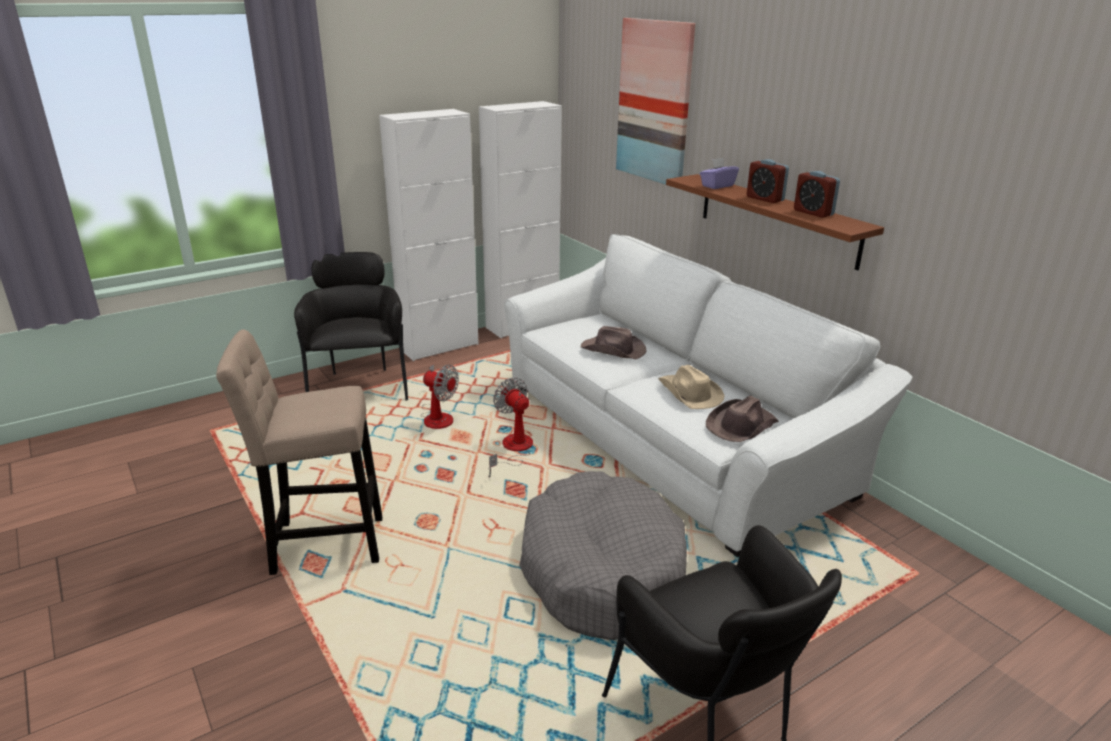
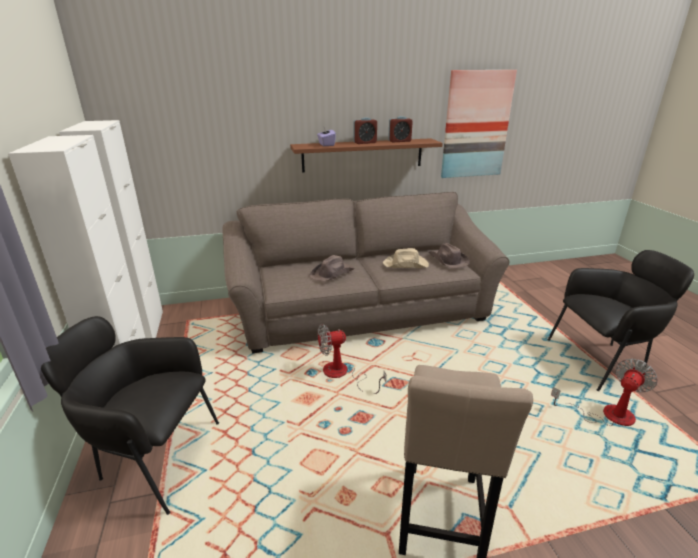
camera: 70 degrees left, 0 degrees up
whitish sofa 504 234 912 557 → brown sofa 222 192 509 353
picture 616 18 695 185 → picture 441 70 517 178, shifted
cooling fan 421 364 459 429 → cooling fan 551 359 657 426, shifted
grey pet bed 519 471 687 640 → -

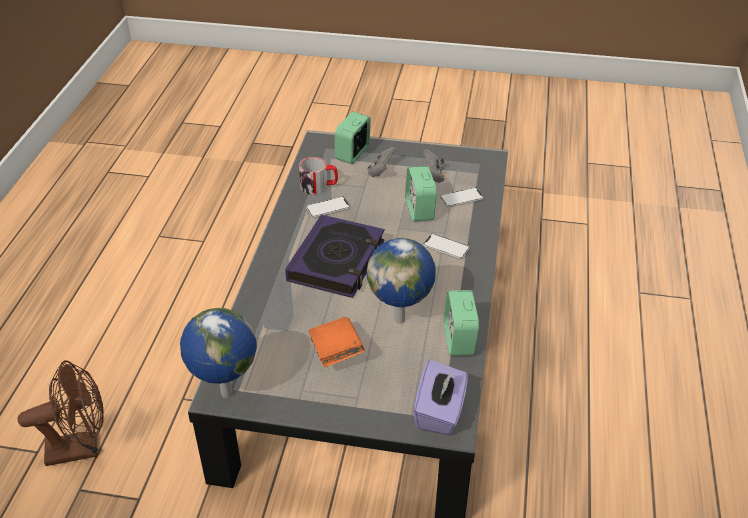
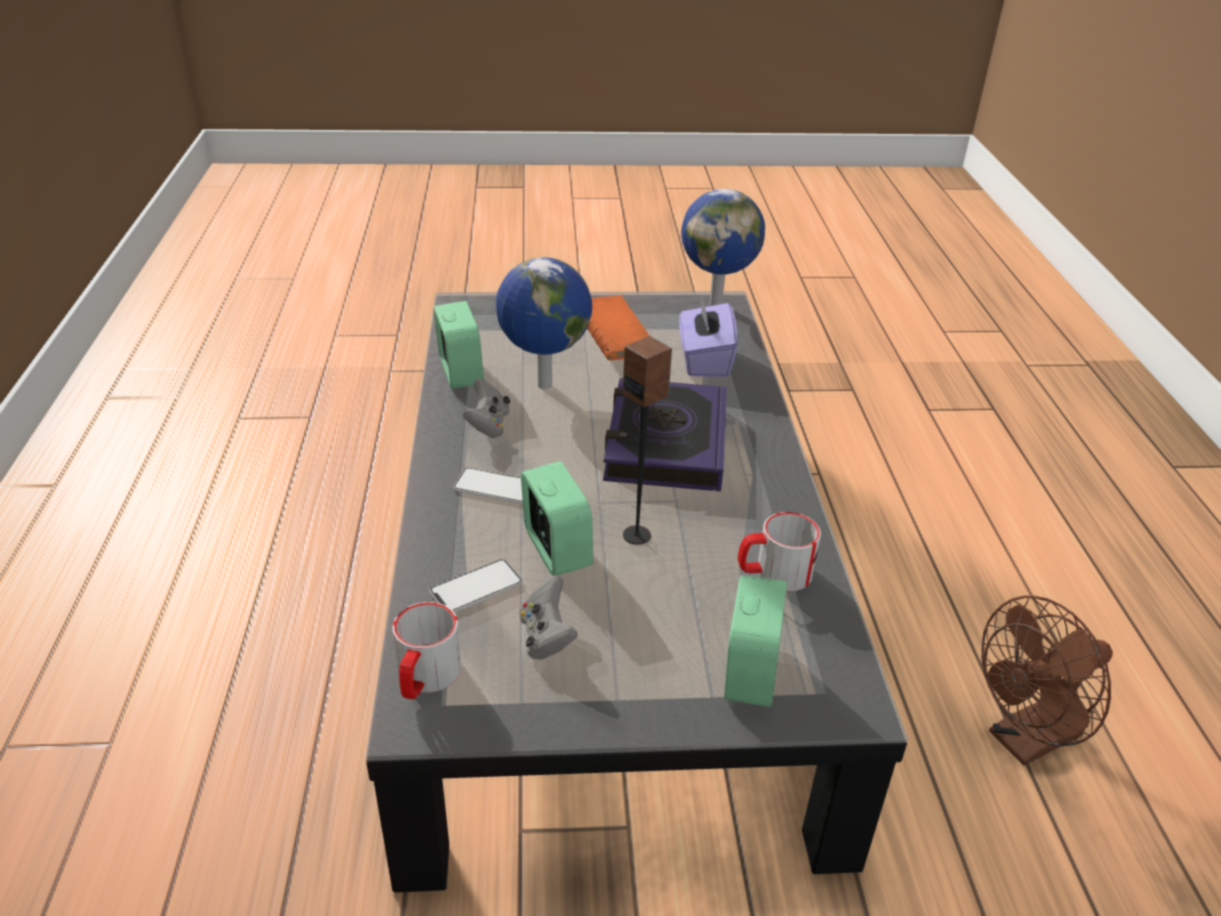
camera: 165 degrees right, 5 degrees down
- → tea mug 392 602 462 699
grey joypad 368 147 396 177 → grey joypad 463 378 510 438, shifted
- → audio speaker 623 336 672 545
purplish tissue box 413 360 468 435 → purplish tissue box 679 295 738 377, shifted
brown cooling fan 17 360 104 466 → brown cooling fan 981 596 1113 766, shifted
handset 306 196 350 218 → -

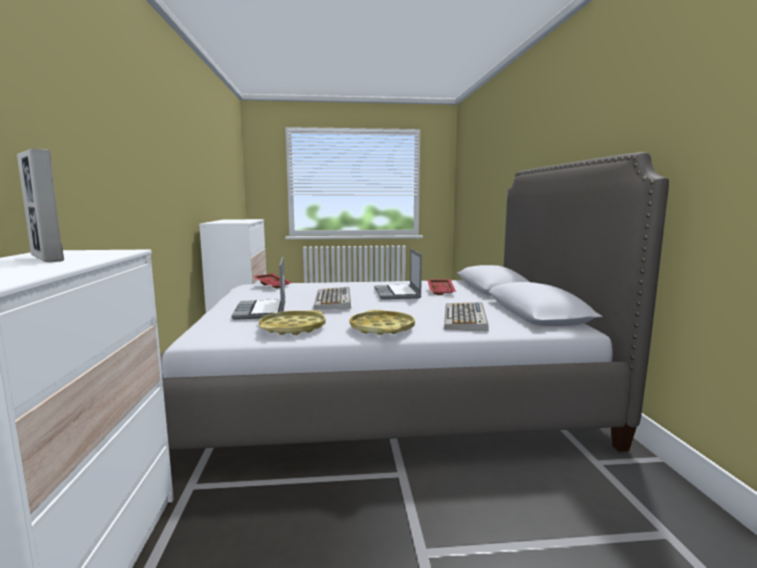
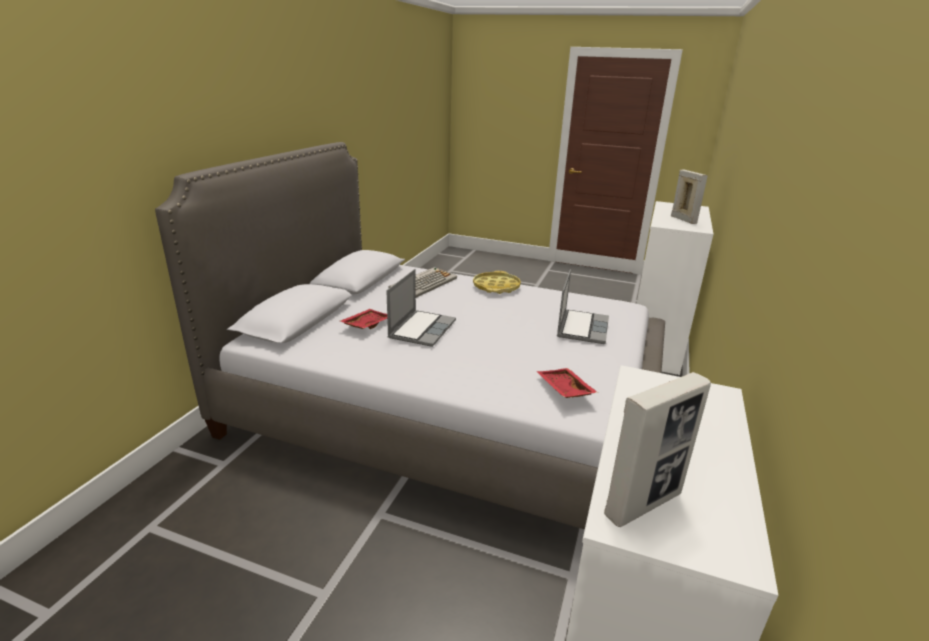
camera: 155 degrees left, 15 degrees up
- → standing frame 604 372 711 527
yellowish serving tray 259 310 326 335 → -
keyboard 314 287 351 309 → -

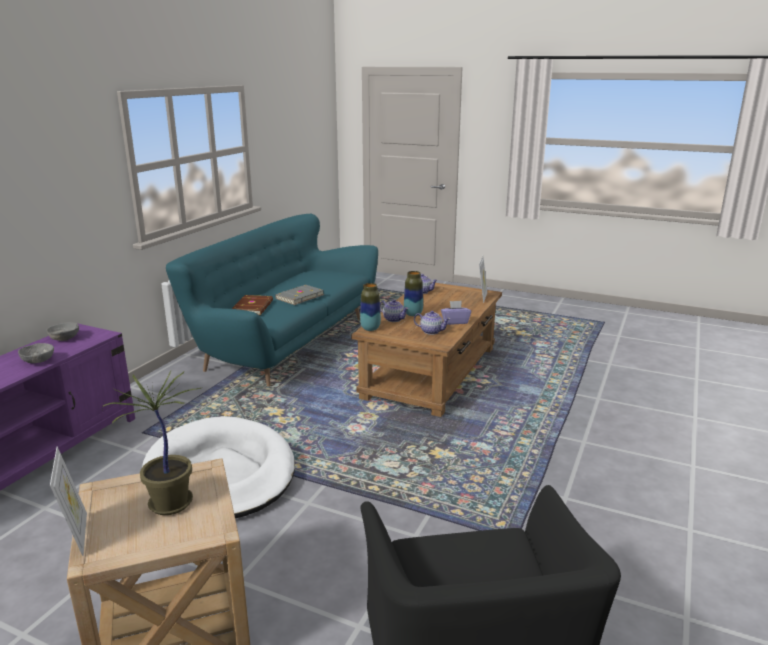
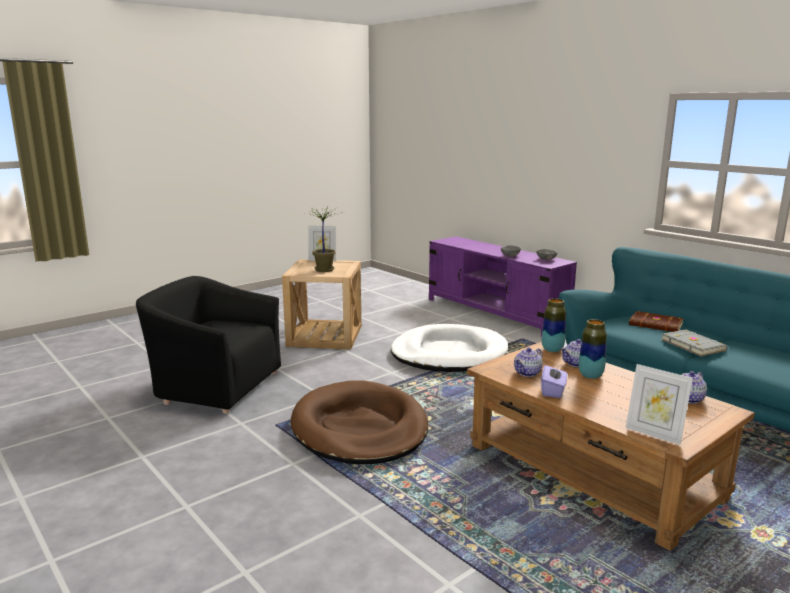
camera: 115 degrees right, 5 degrees down
- → brown pet bed 291 381 428 464

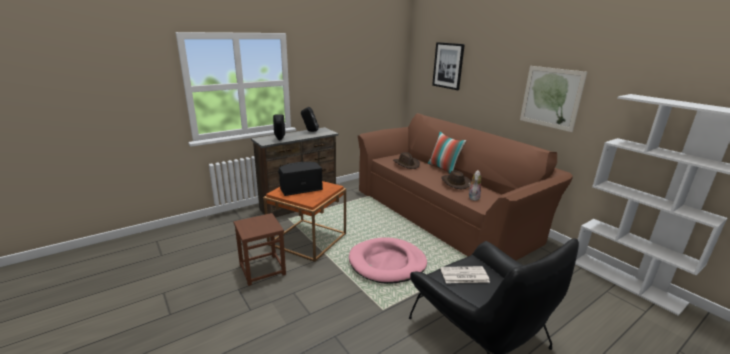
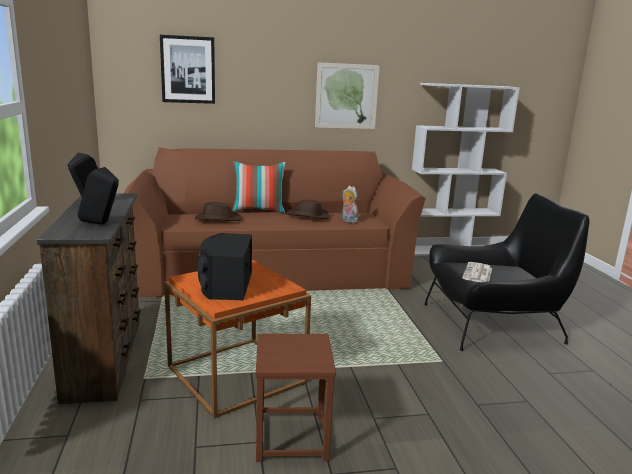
camera: 65 degrees left, 5 degrees down
pink pet bed 349 237 427 284 → -

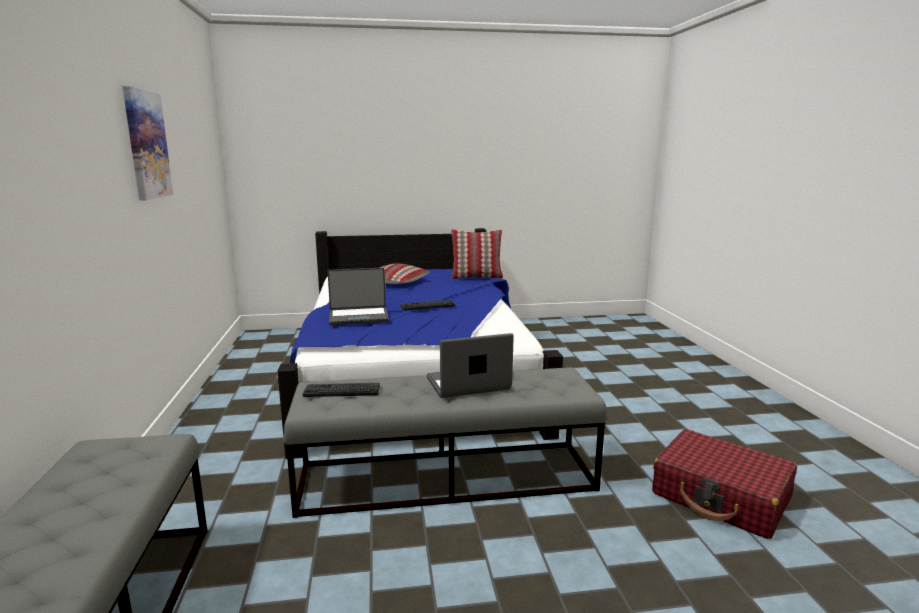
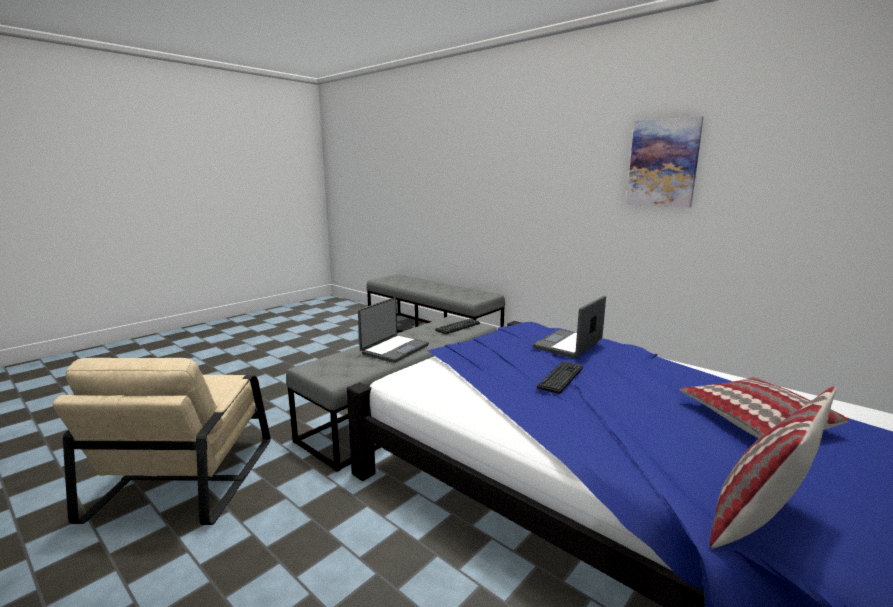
camera: 140 degrees right, 0 degrees up
red suitcase 652 429 797 539 → beige armchair 53 358 271 525

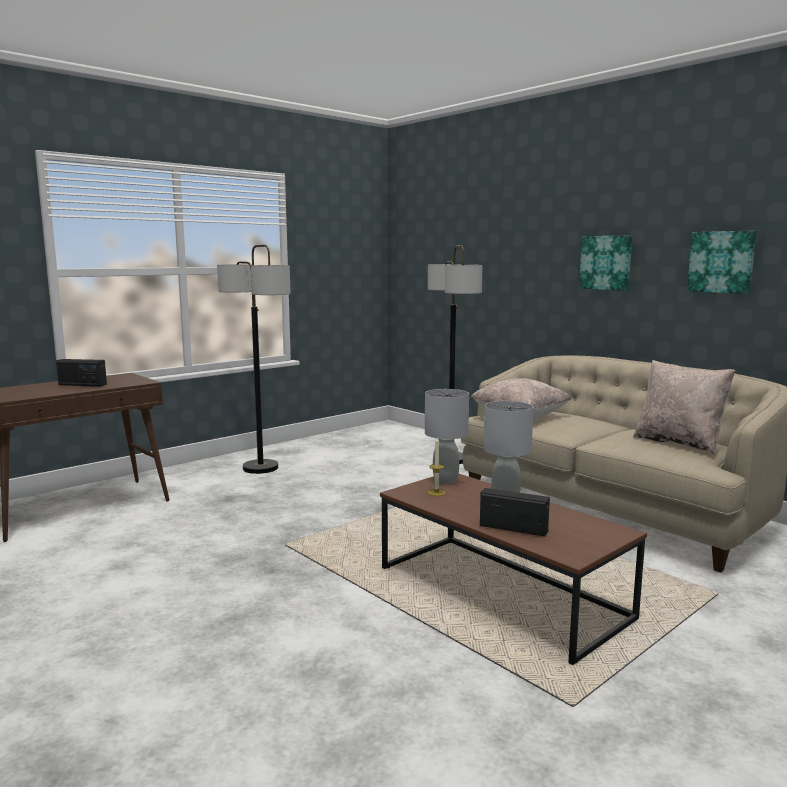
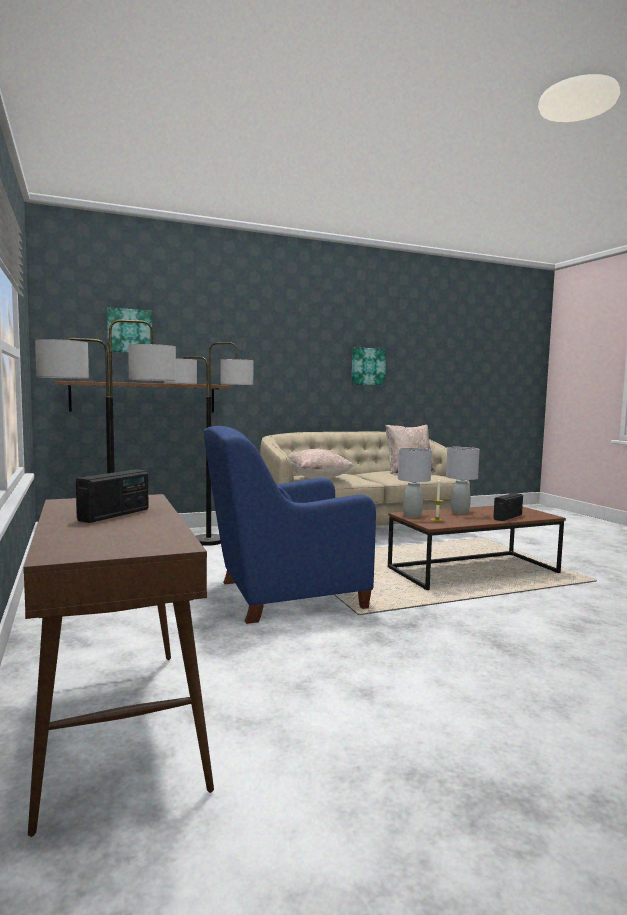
camera: 70 degrees left, 5 degrees down
- → brown wall shelf 54 381 230 413
picture 579 235 632 291 → picture 107 307 152 353, shifted
- → bluish armchair 203 426 376 624

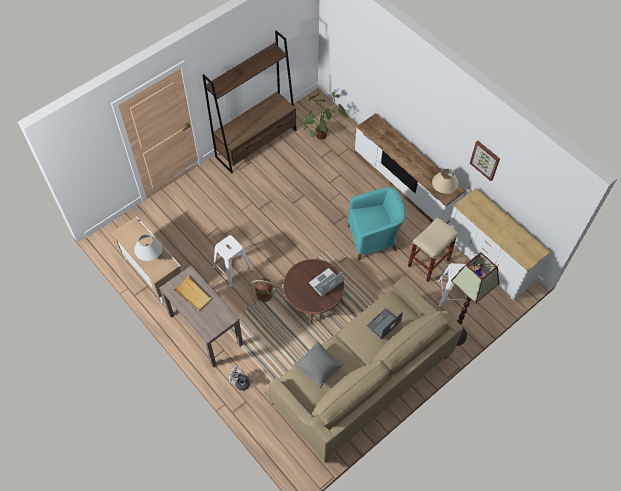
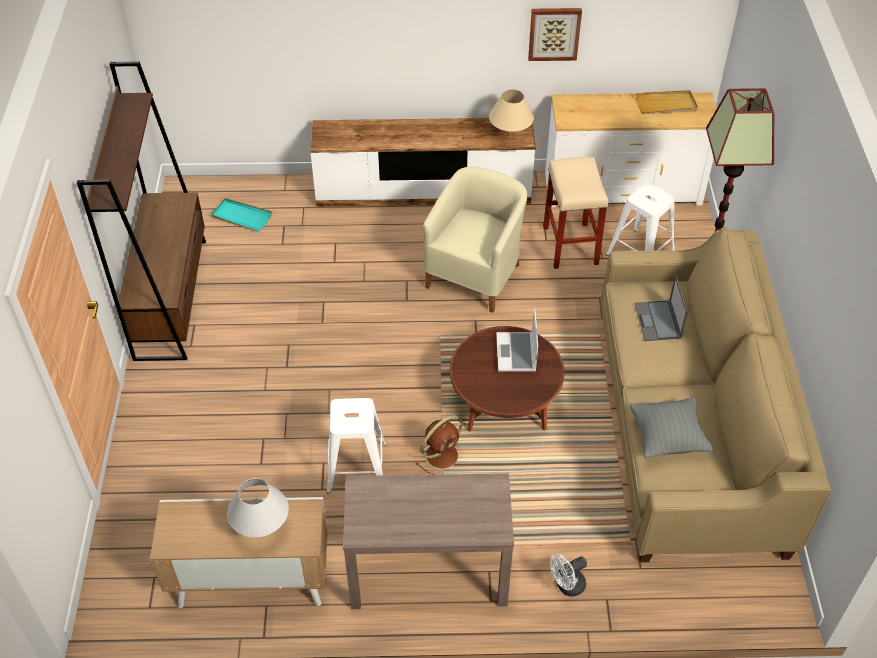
camera: 50 degrees left, 10 degrees down
houseplant 302 92 347 140 → turquoise-coloured serving tray 211 198 272 232
turquoise-coloured armchair 348 187 406 260 → beige armchair 423 166 528 313
beige serving tray 173 276 212 311 → beige serving tray 635 90 698 114, shifted

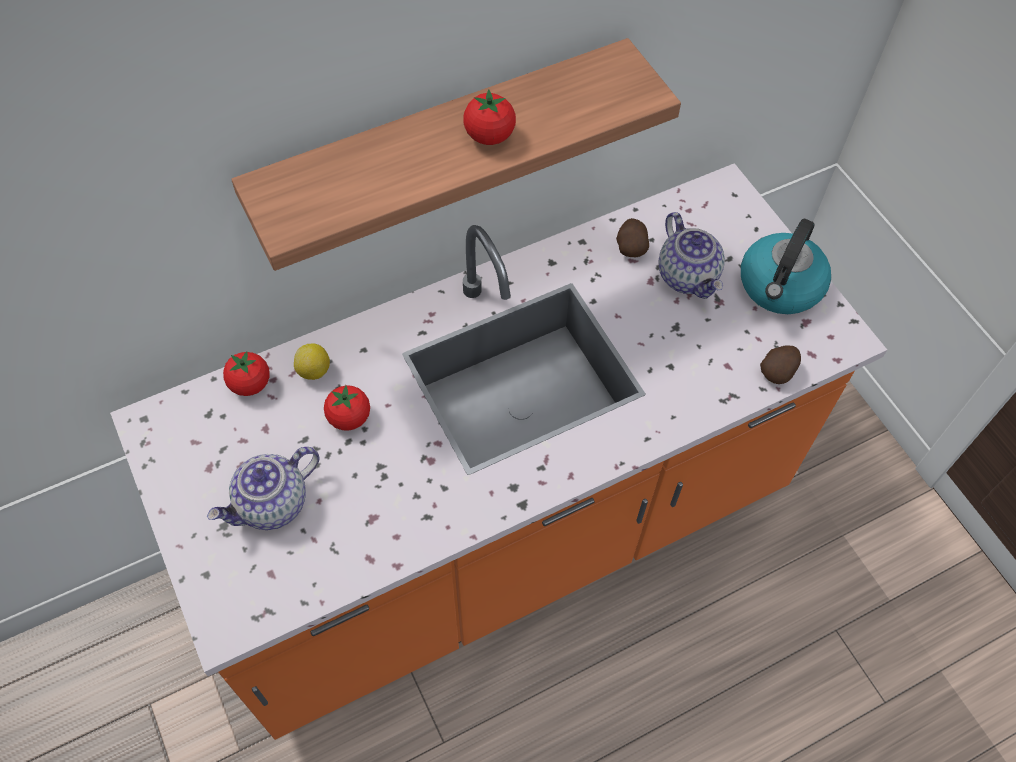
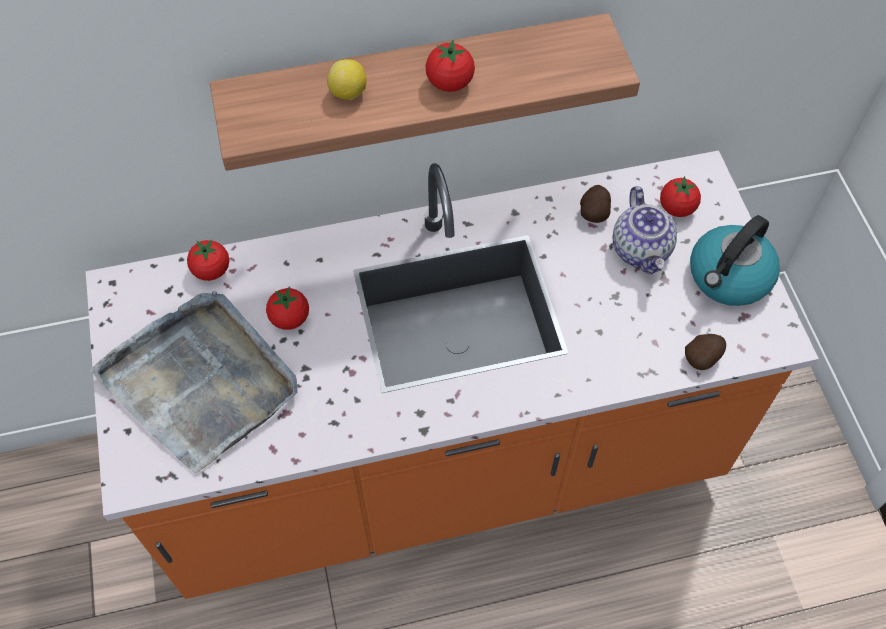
camera: 15 degrees right, 0 degrees up
teapot 207 447 319 530 → grey serving tray 90 291 298 473
whole lemon 294 344 330 380 → whole lemon 327 59 367 100, shifted
- → tomato 660 176 701 217

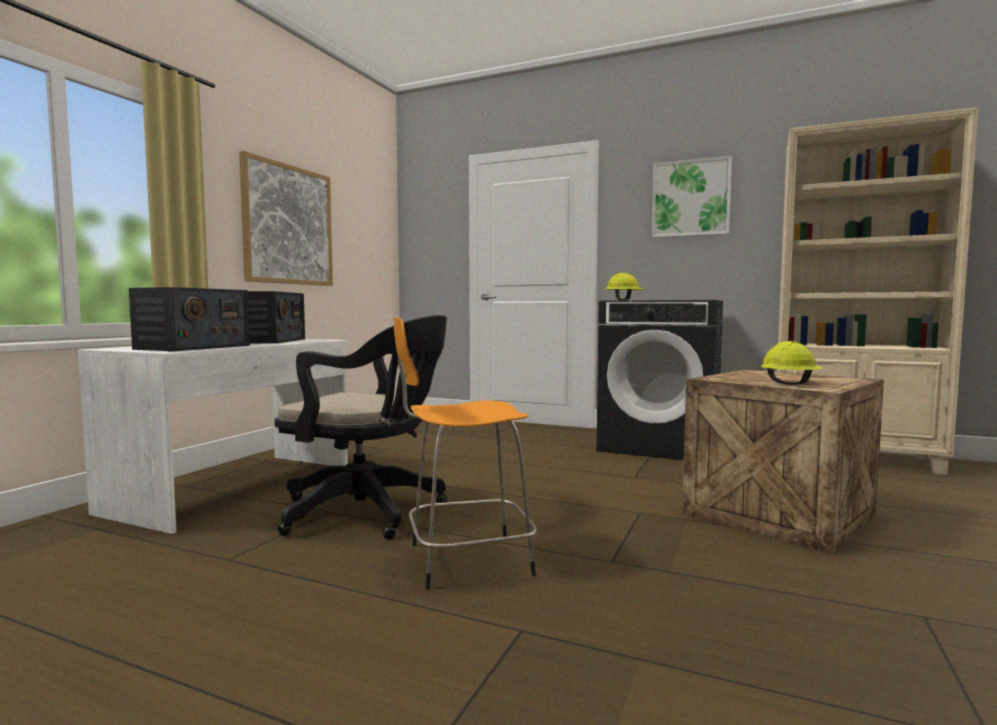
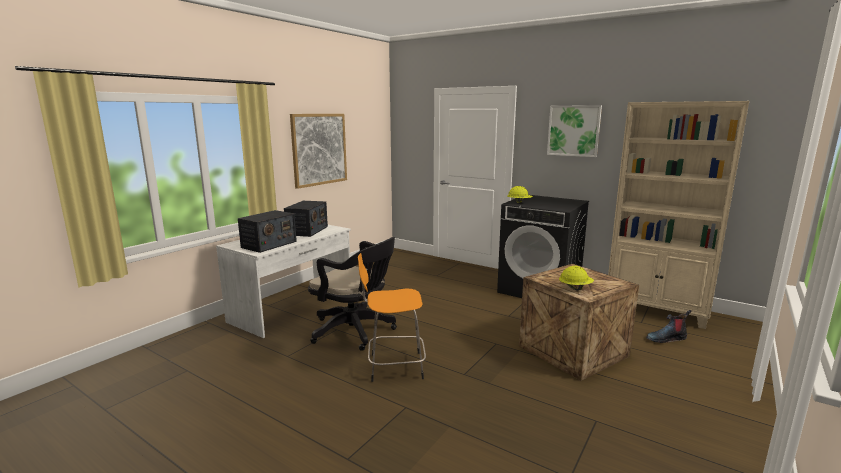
camera: 10 degrees right, 10 degrees up
- → tall boot 646 310 691 343

